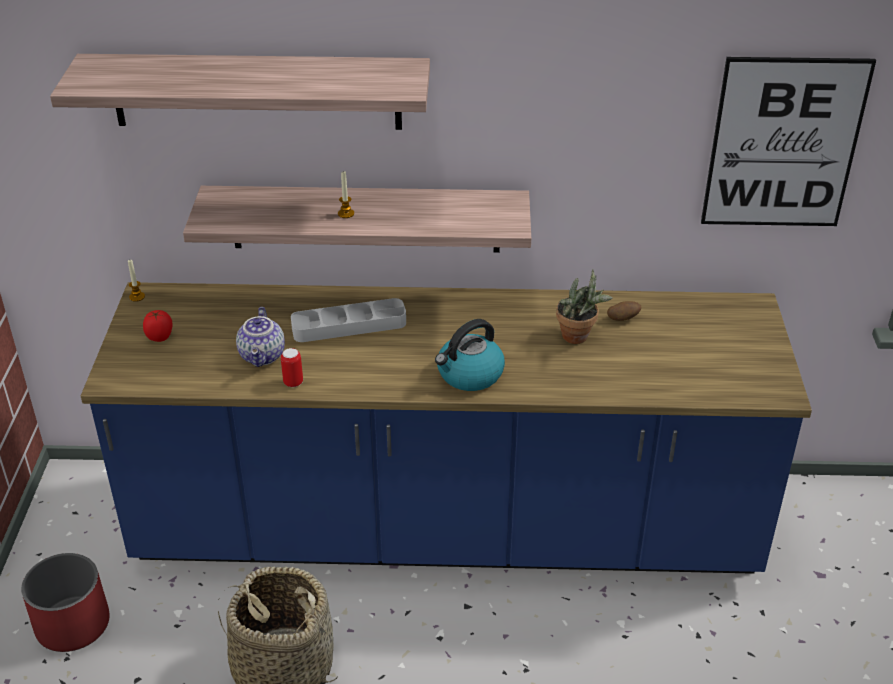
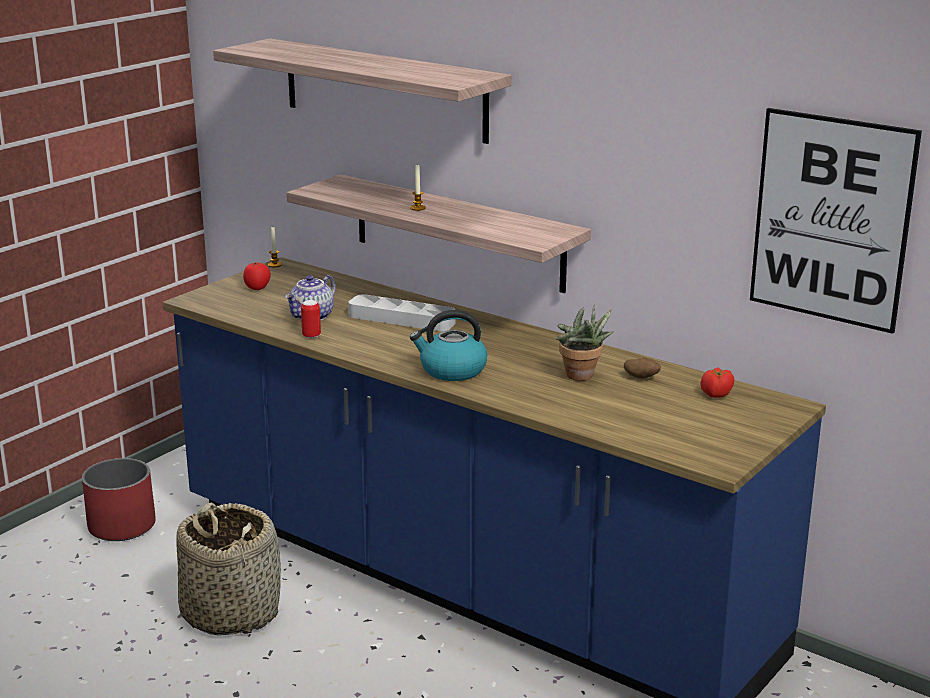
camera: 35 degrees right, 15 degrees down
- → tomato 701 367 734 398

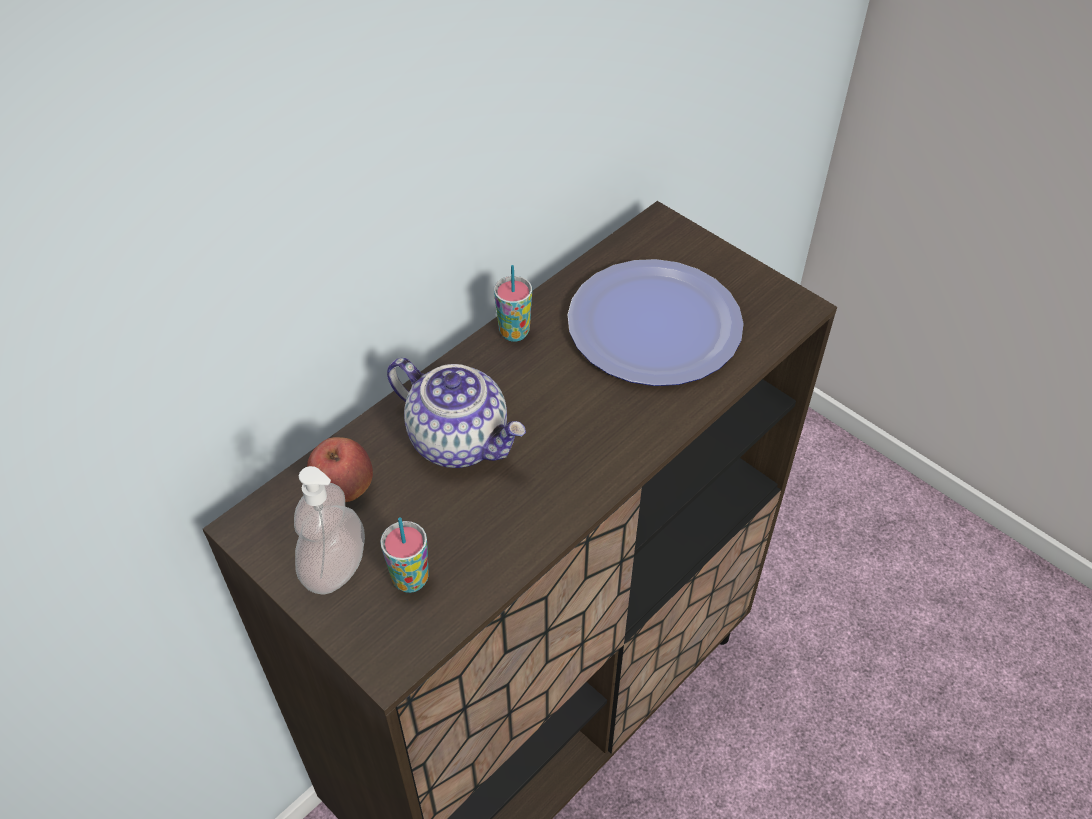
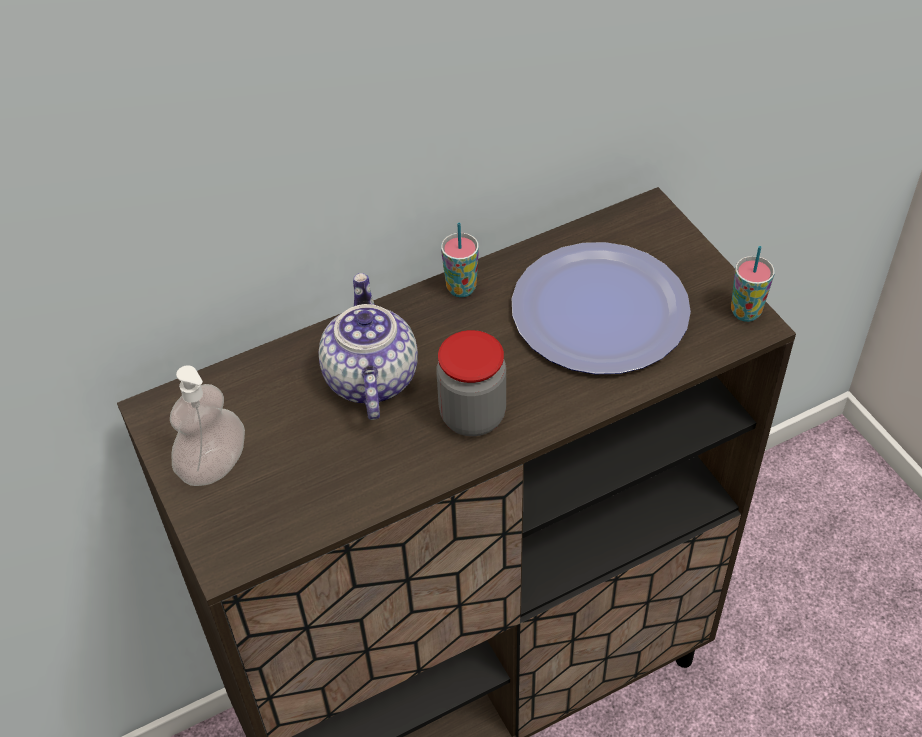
camera: 20 degrees right, 0 degrees up
teapot 387 358 526 468 → teapot 319 273 418 420, 150 degrees counterclockwise
- → preserve jar 436 330 506 436
cup 380 518 429 593 → cup 731 246 775 322, shifted
apple fruit 307 437 373 502 → -

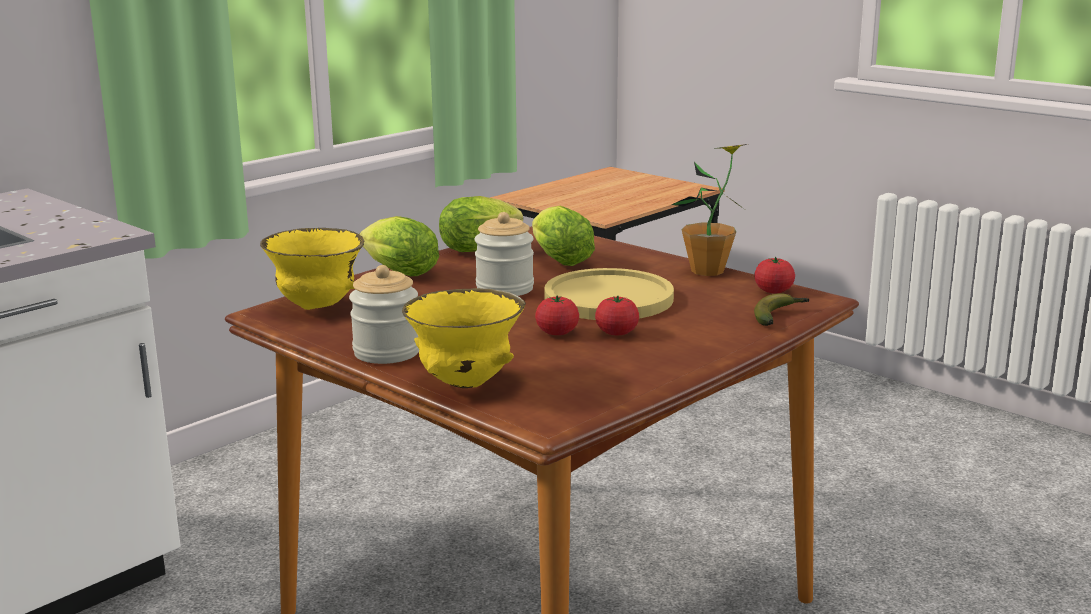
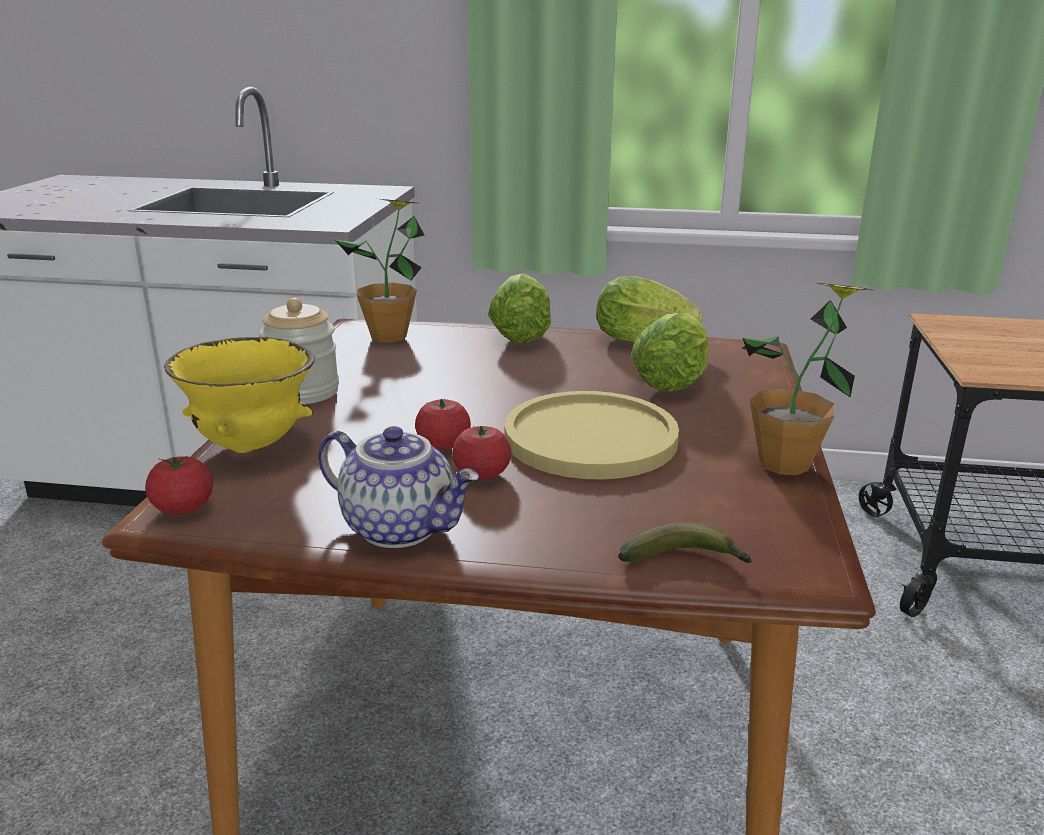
camera: 55 degrees right, 5 degrees up
tomato 754 257 795 293 → tomato 145 456 213 515, shifted
- → teapot 318 426 479 548
yellowish bowl 260 228 364 310 → houseplant 335 199 425 343
preserve jar 474 212 534 296 → -

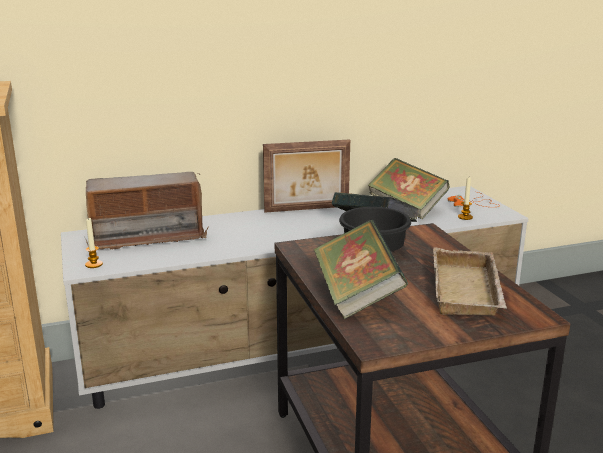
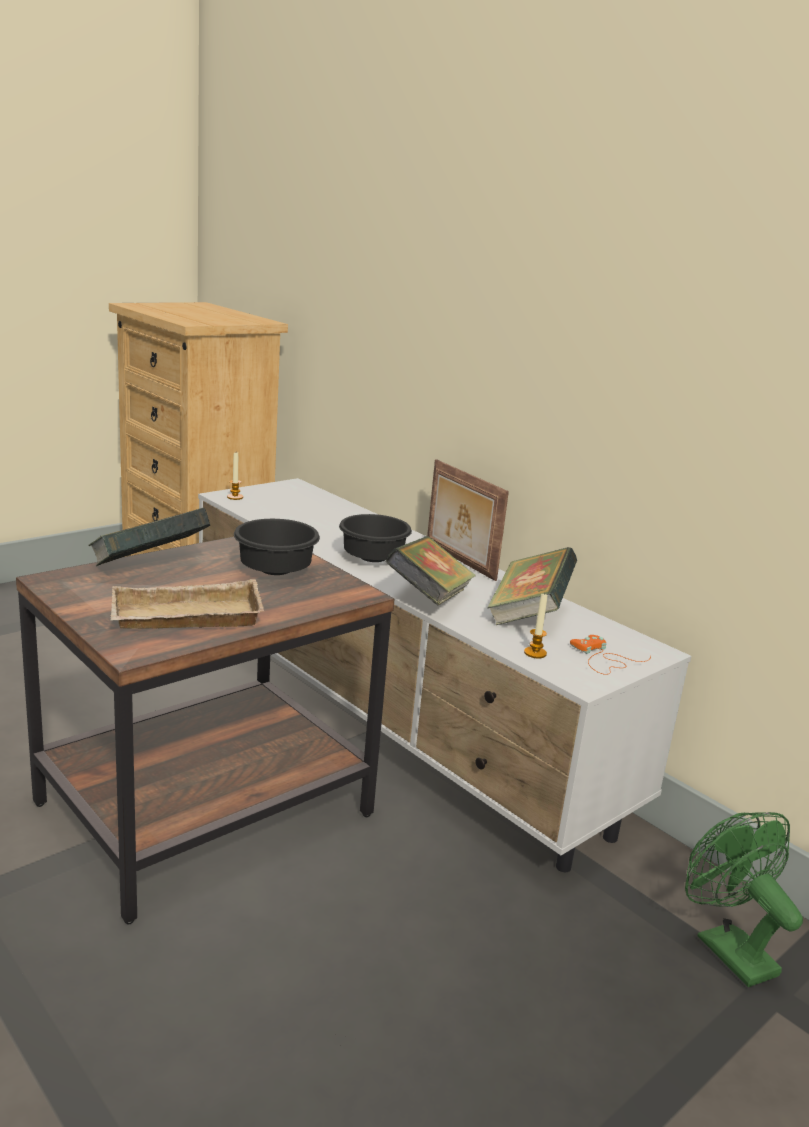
camera: 65 degrees right, 0 degrees up
- → black-coloured bowl 339 514 412 562
- → green cooling fan 685 812 803 987
radio set 85 172 209 249 → -

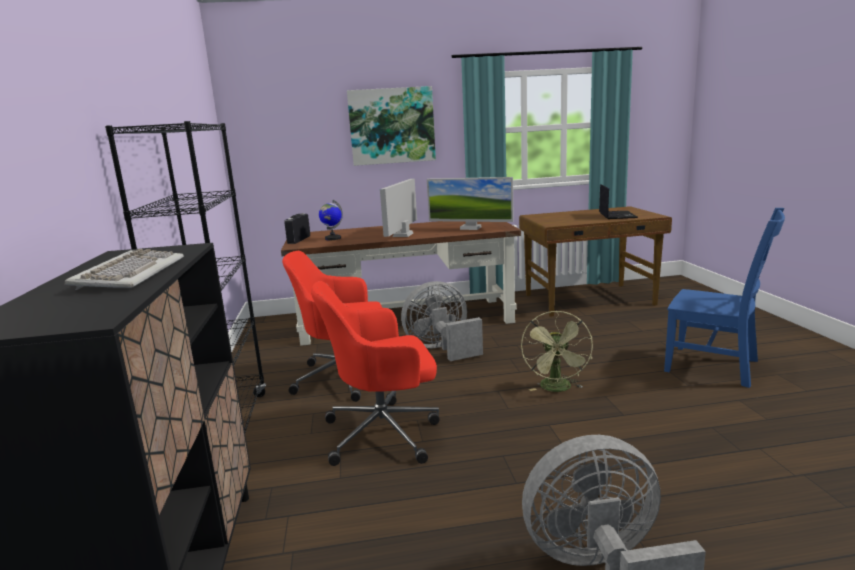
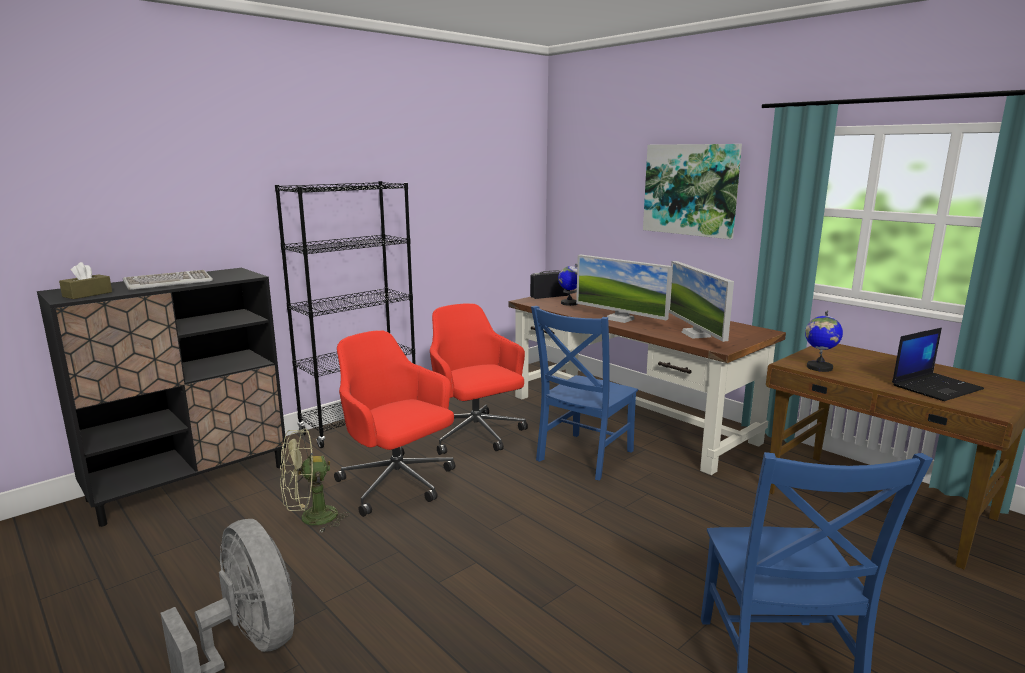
camera: 55 degrees right, 0 degrees up
- → brown tissue box 59 262 112 299
green cooling fan 521 310 593 392 → green cooling fan 280 428 350 533, shifted
grey cooling fan 401 281 483 361 → bluish plain chair 531 306 638 480
computer display 380 179 417 237 → computer display 576 254 672 323, 120 degrees counterclockwise
- → world globe 805 310 843 372

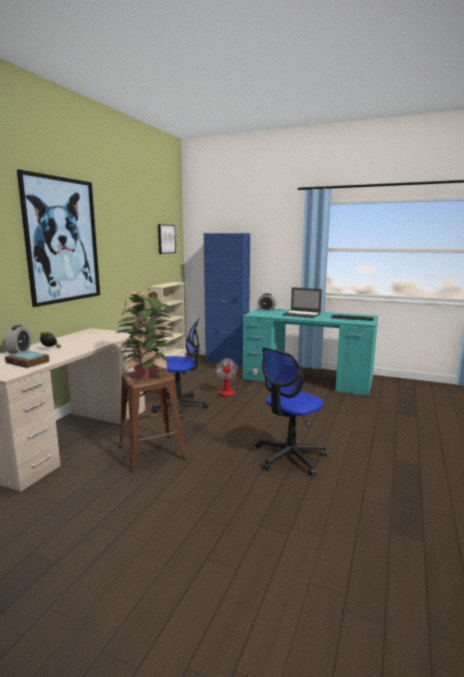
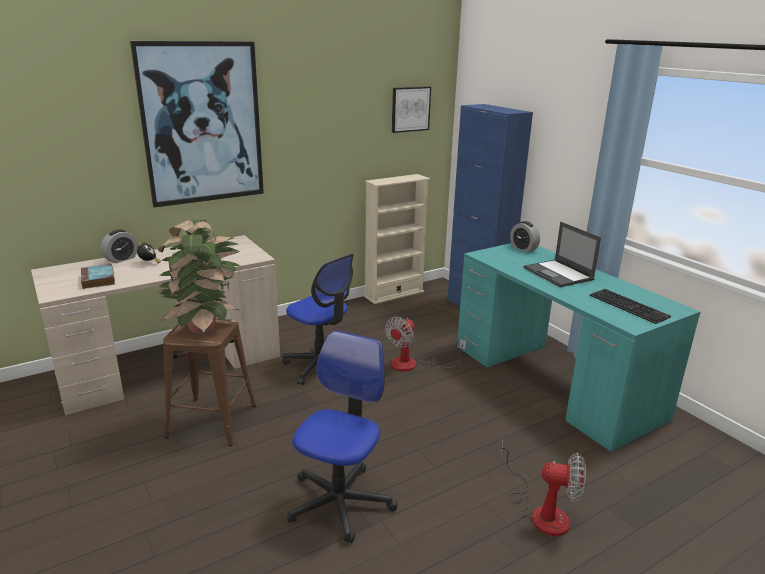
camera: 35 degrees right, 10 degrees up
office chair 255 347 327 476 → office chair 287 330 398 544, 120 degrees clockwise
- → cooling fan 501 441 586 536

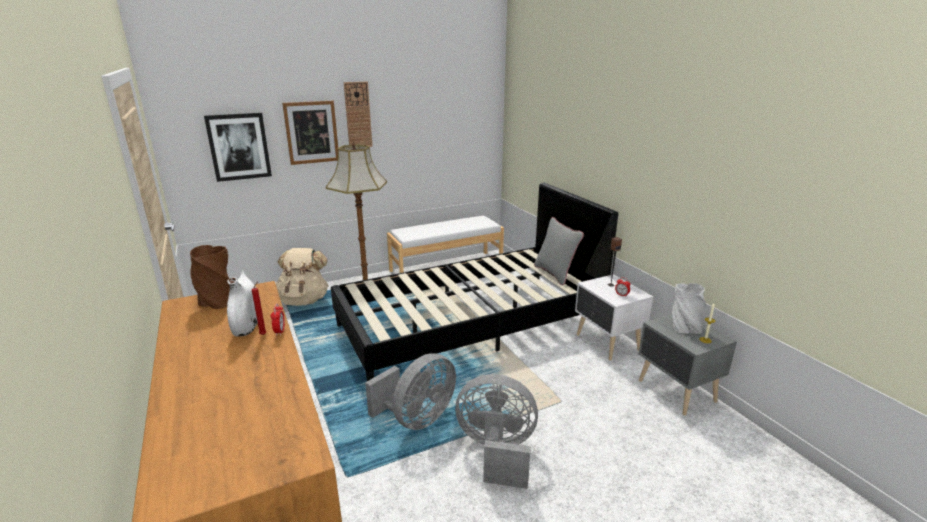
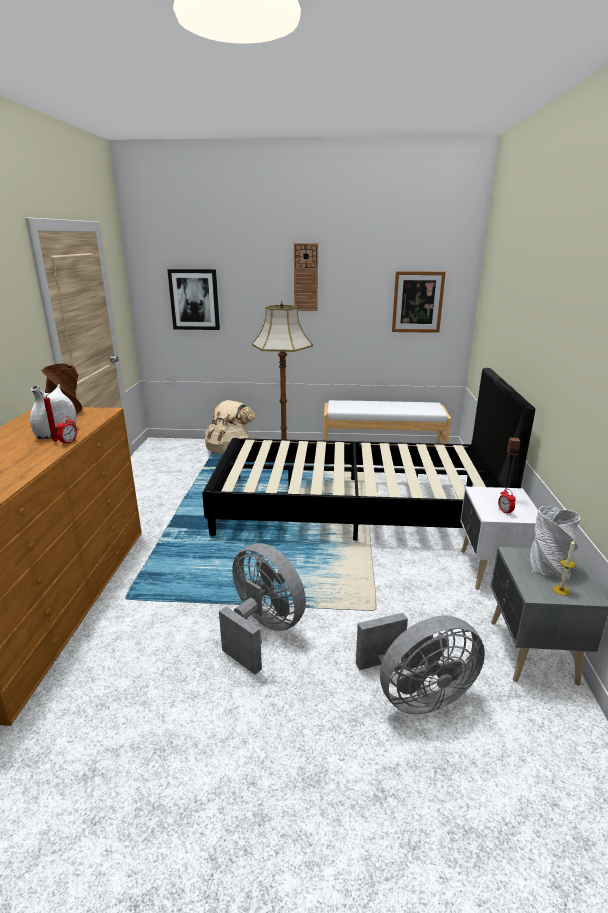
camera: 30 degrees right, 0 degrees up
grey cooling fan 365 353 456 430 → grey cooling fan 356 613 485 714, shifted
picture 282 101 338 165 → picture 392 271 446 333, shifted
grey throw pillow 534 217 584 285 → -

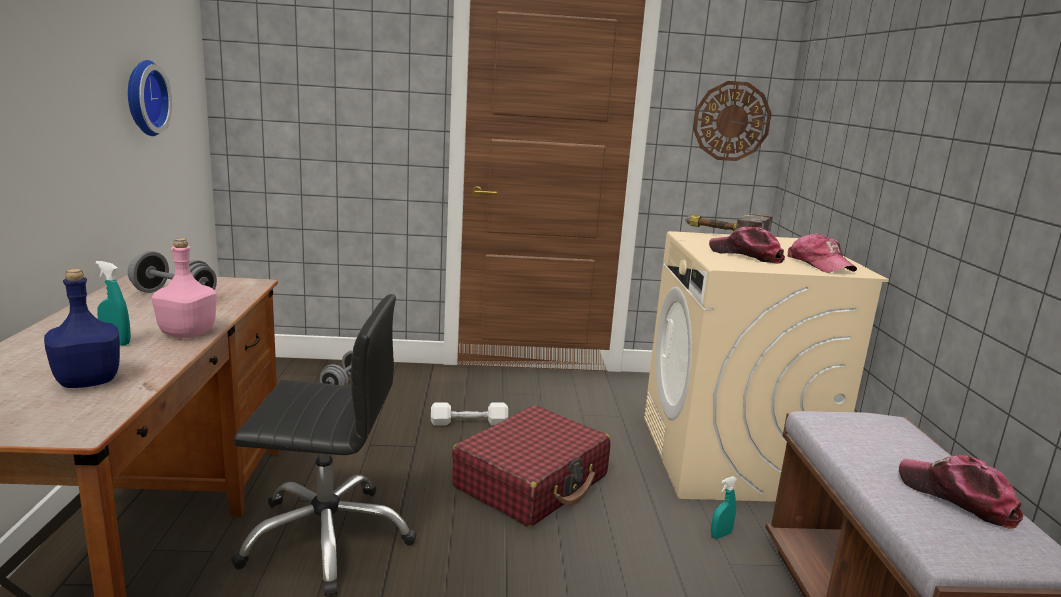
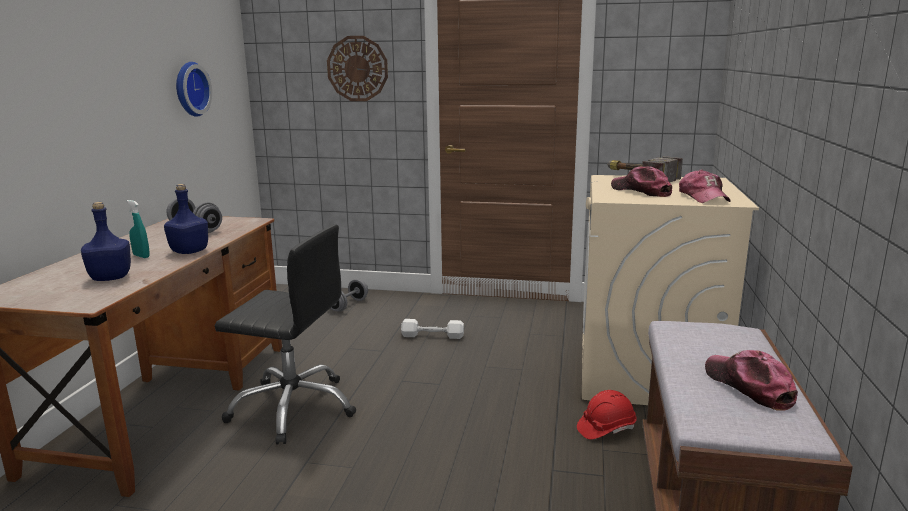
camera: 15 degrees right, 0 degrees up
pink bottle 152 238 217 338 → bluish bottle 164 184 208 254
hanging clock 693 81 772 161 → hanging clock 327 36 388 101, shifted
turquoise-coloured sprayer 711 476 738 539 → red safety helmet 577 390 637 440
red suitcase 452 405 610 527 → -

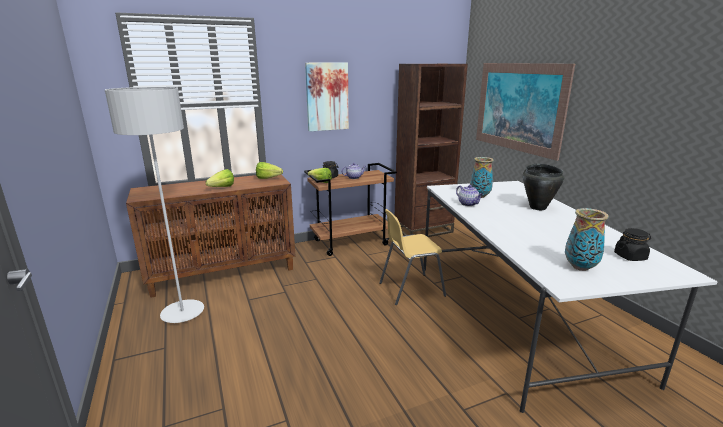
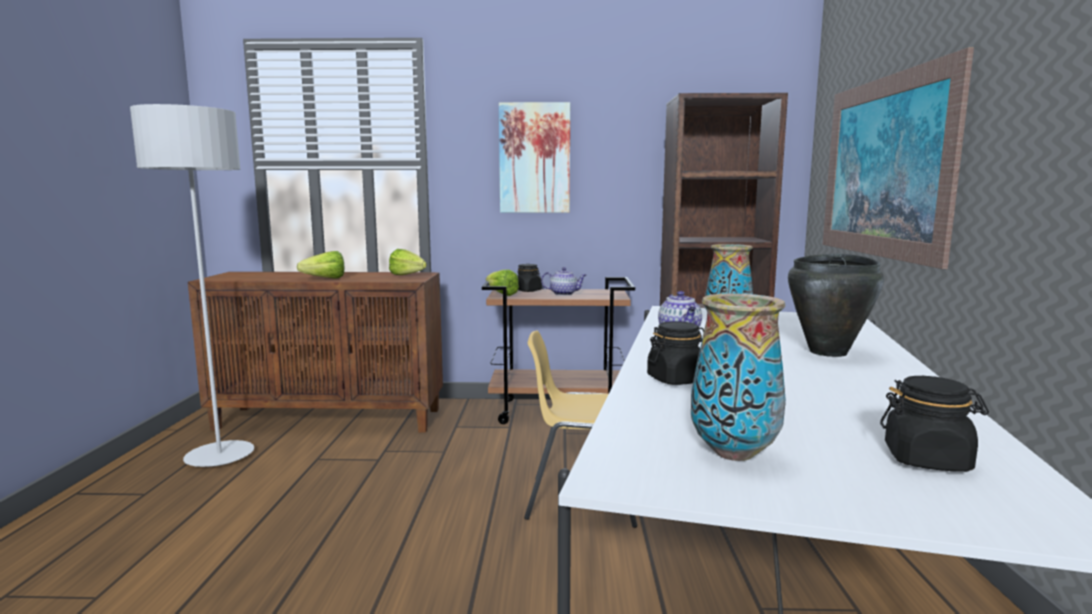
camera: 25 degrees right, 10 degrees down
- → black-coloured preserve jar 647 321 704 385

